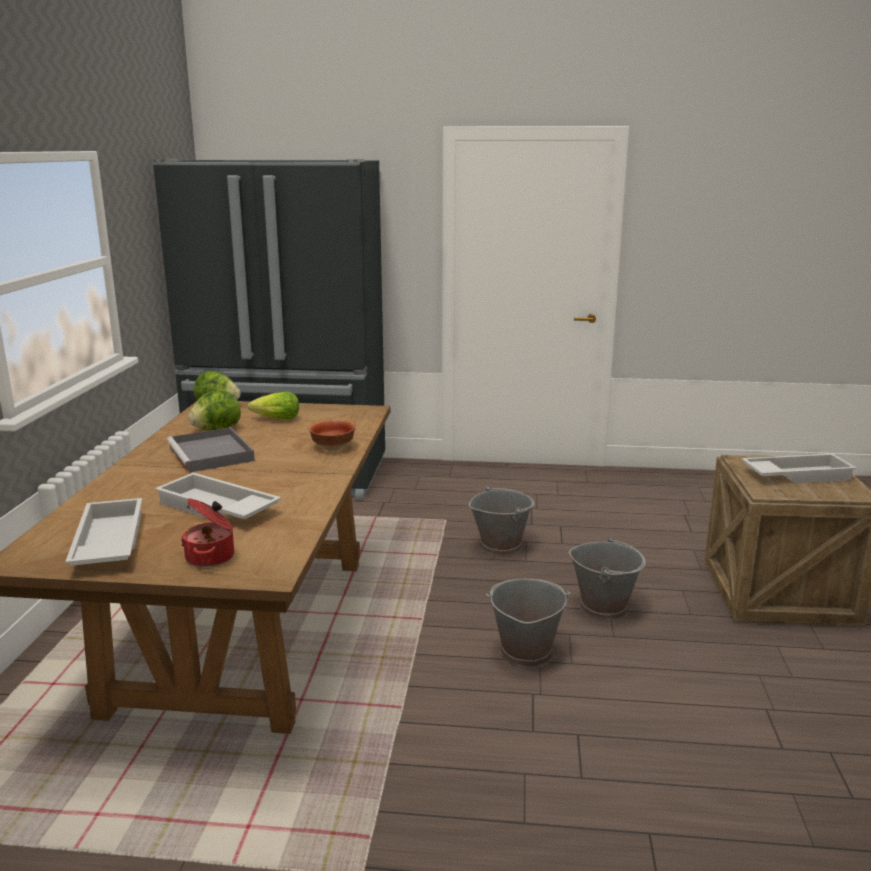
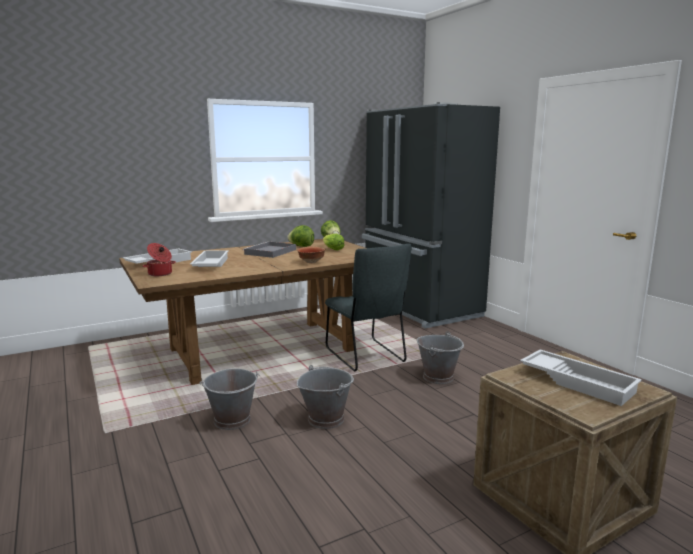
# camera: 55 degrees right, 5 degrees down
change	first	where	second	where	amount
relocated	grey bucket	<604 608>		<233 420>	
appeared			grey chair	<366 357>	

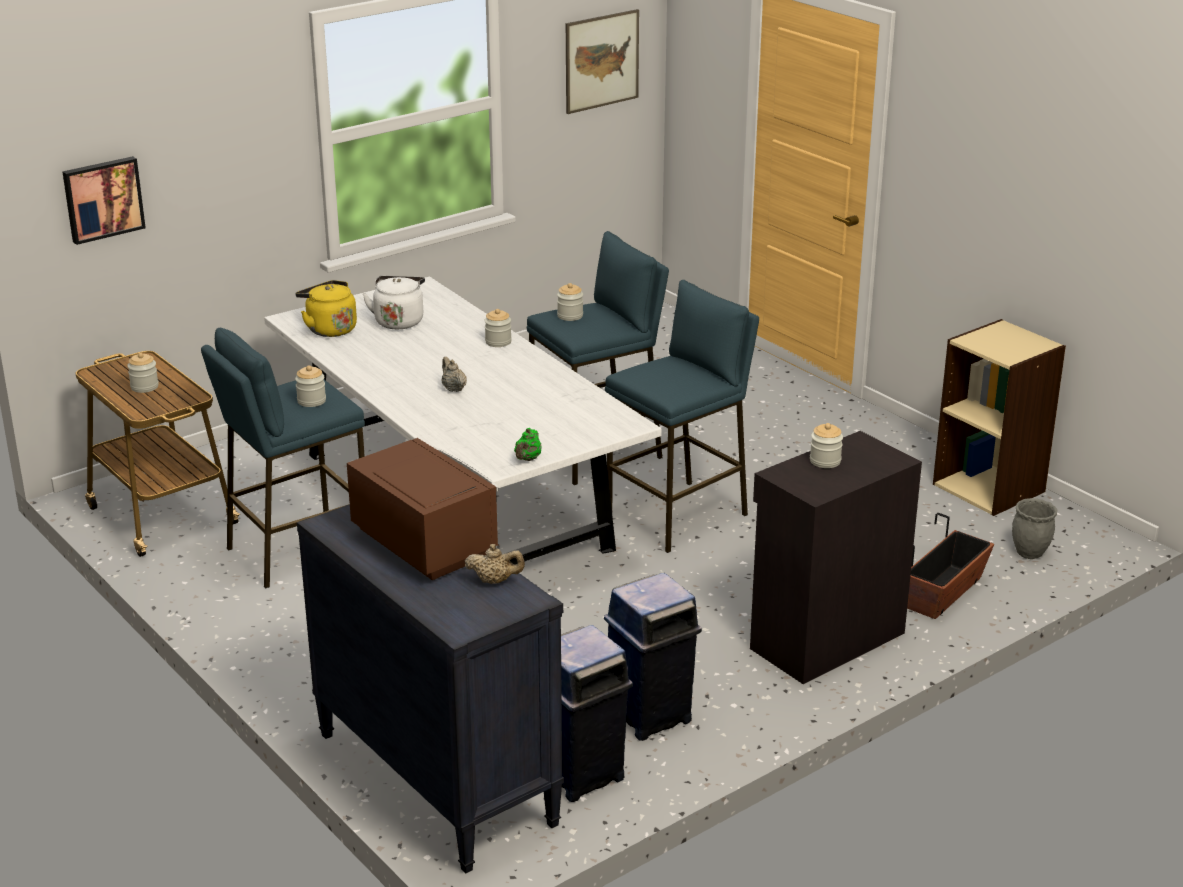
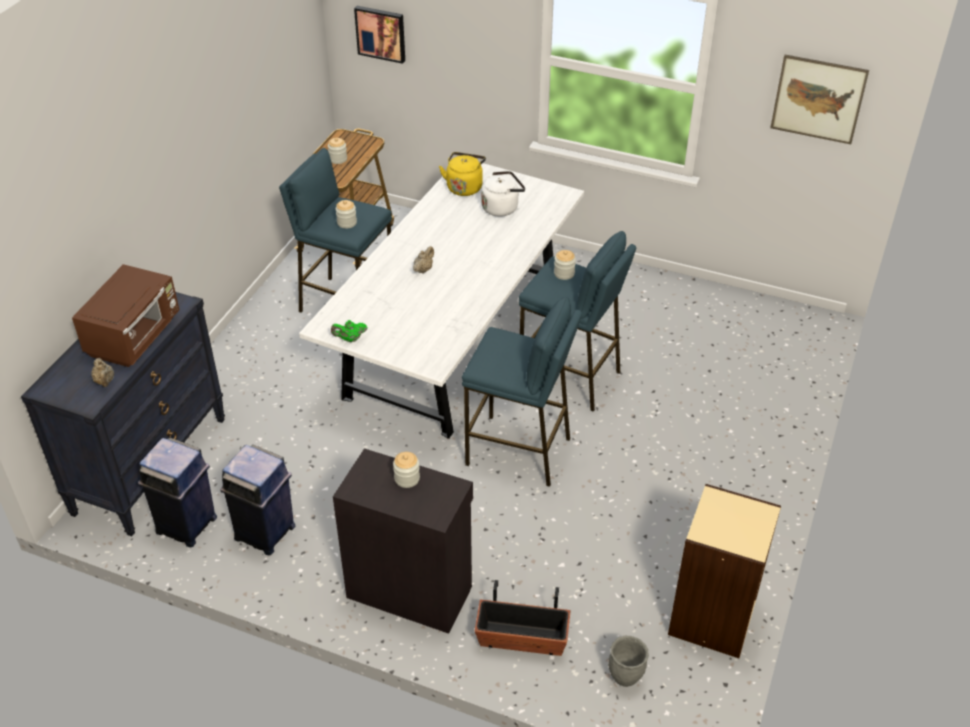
# camera: 60 degrees right, 15 degrees up
change	first	where	second	where	amount
missing	jar	<498 342>			

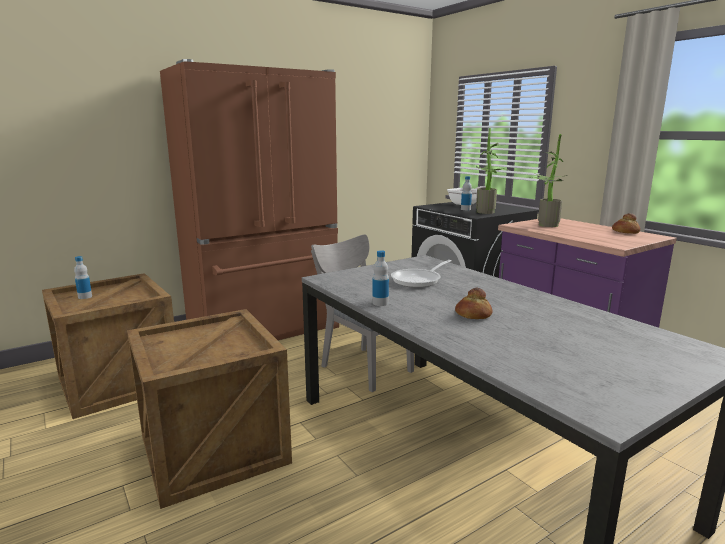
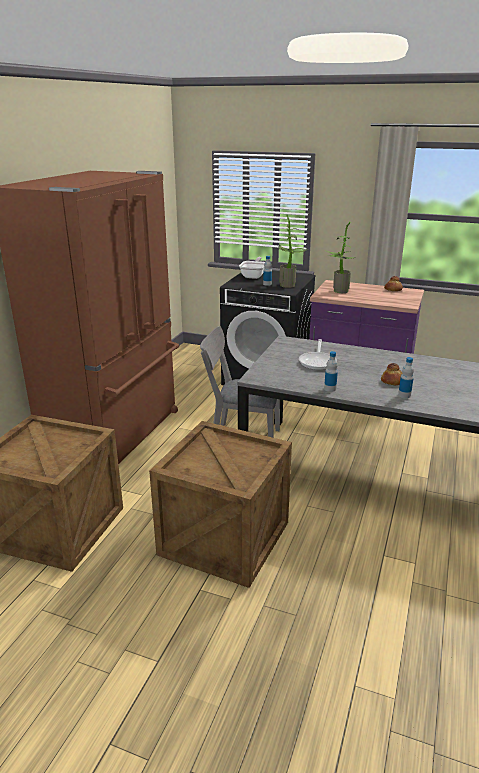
# camera: 35 degrees left, 10 degrees up
change	first	where	second	where	amount
relocated	bottle	<85 297>		<404 395>	

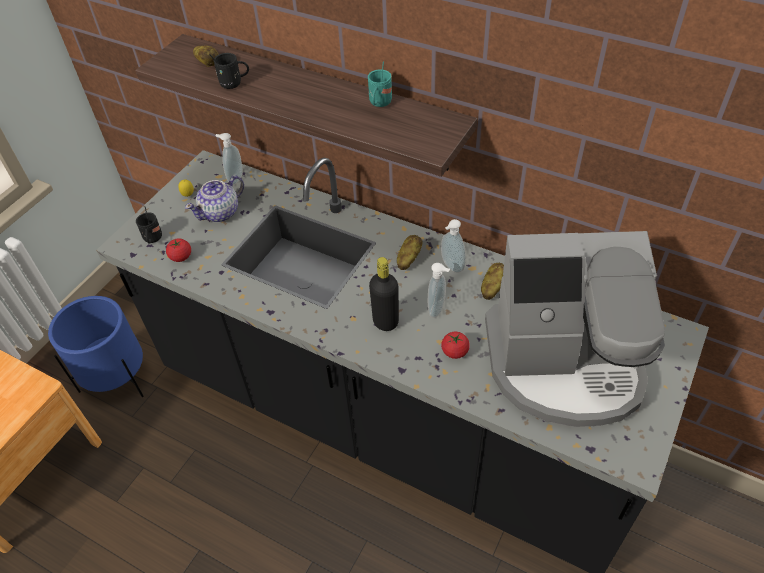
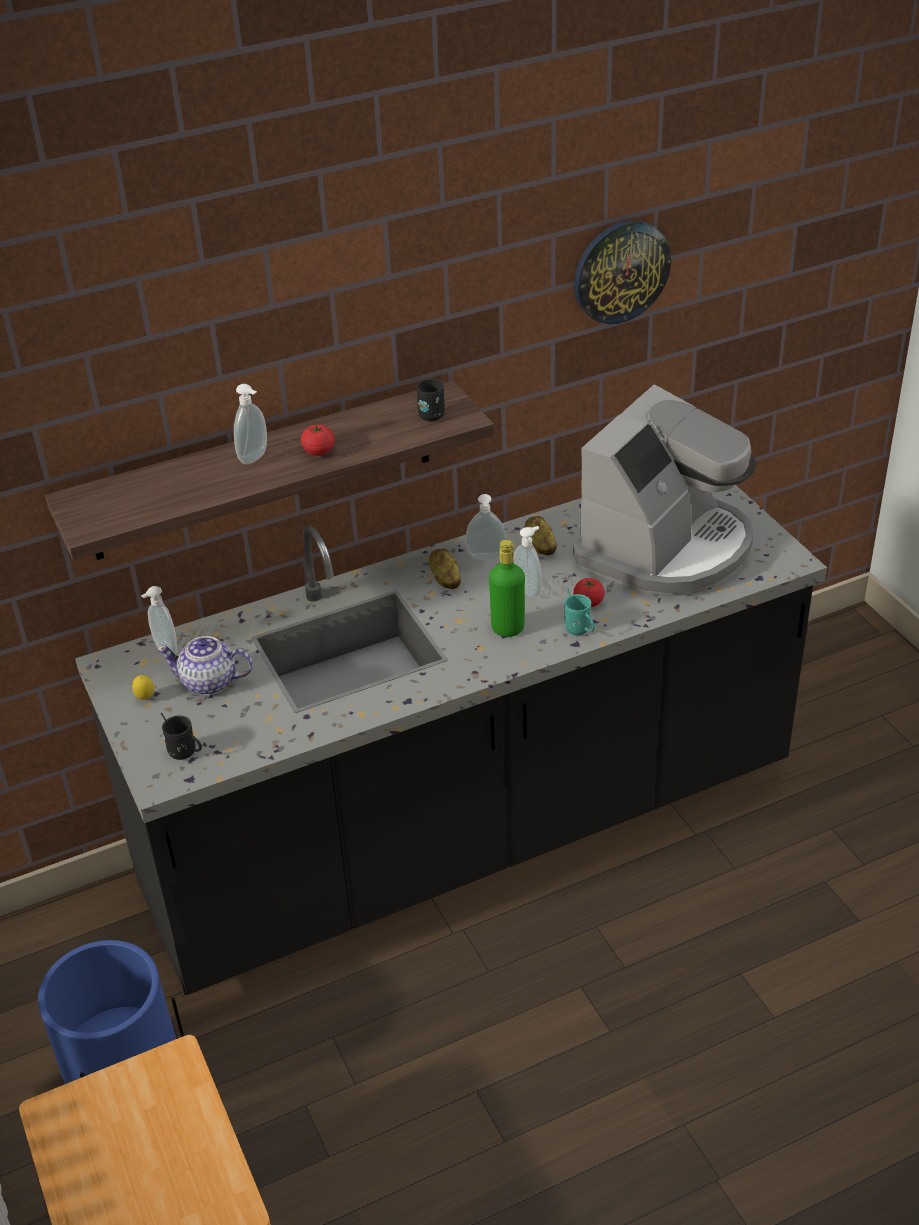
# camera: 55 degrees left, 10 degrees down
change	first	where	second	where	amount
spun	teapot	<221 212>		<209 682>	105 degrees clockwise
appeared			soap dispenser	<255 458>	
relocated	tomato	<181 257>		<319 451>	
relocated	black mug	<234 84>		<433 414>	
colour	black bottle	<385 321>	green bottle	<507 628>	
relocated	turquoise mug	<379 104>		<580 631>	
appeared			wall clock	<621 271>	
missing	potato	<208 64>			

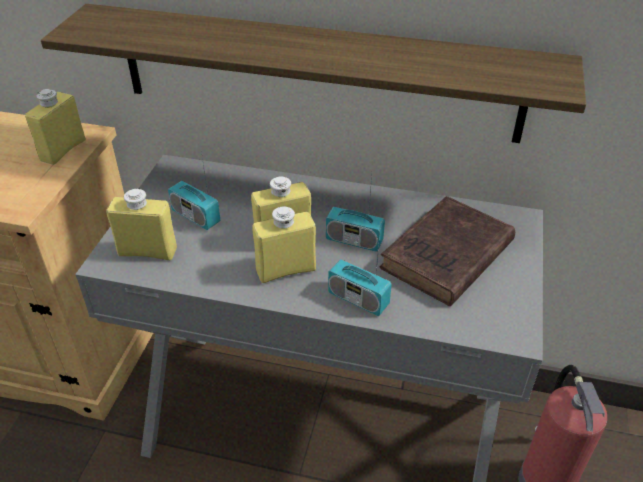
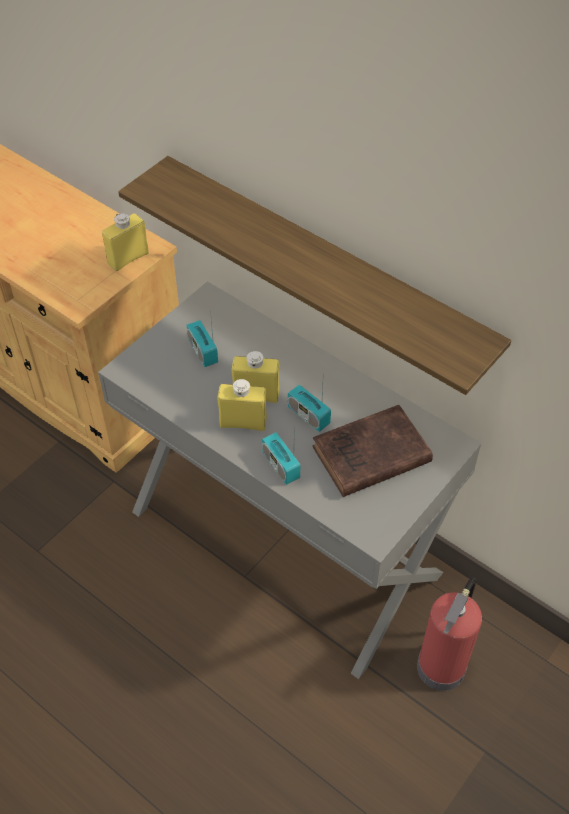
# camera: 25 degrees right, 10 degrees up
change	first	where	second	where	amount
missing	yellow bottle	<147 251>			

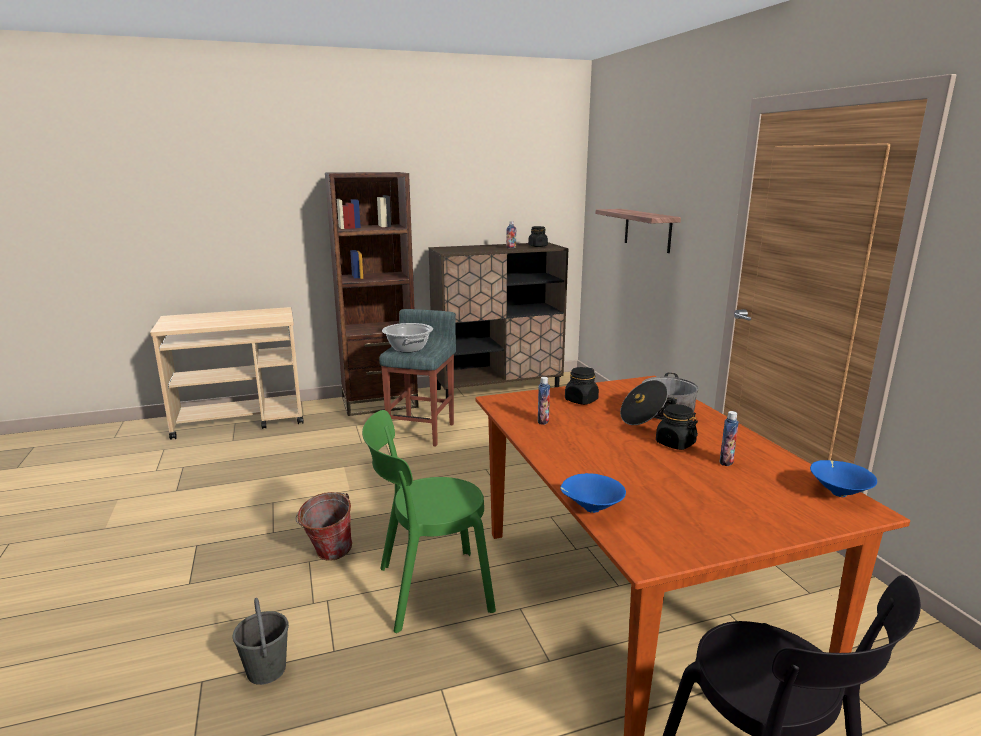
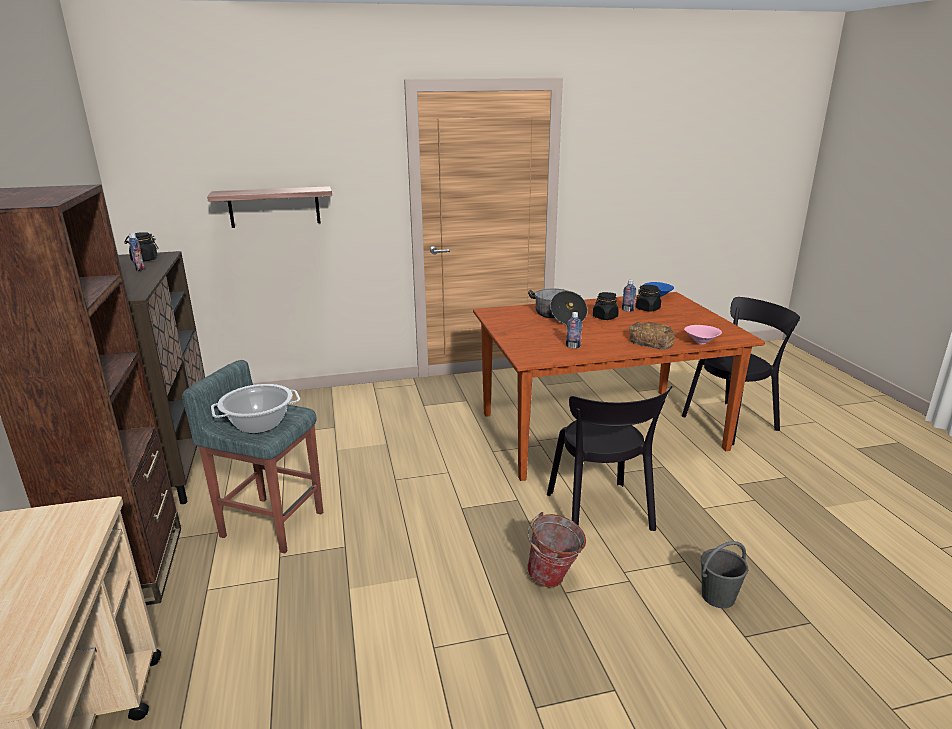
# camera: 85 degrees left, 5 degrees up
change	first	where	second	where	amount
colour	green chair	<428 590>	black chair	<600 514>	
appeared			bread	<651 341>	
relocated	black jar	<581 400>		<648 309>	
colour	blue bowl	<590 509>	pink bowl	<701 343>	

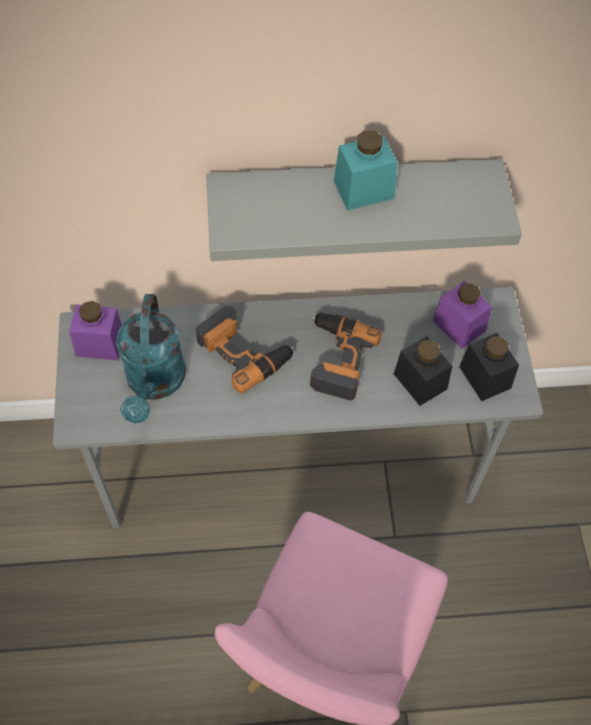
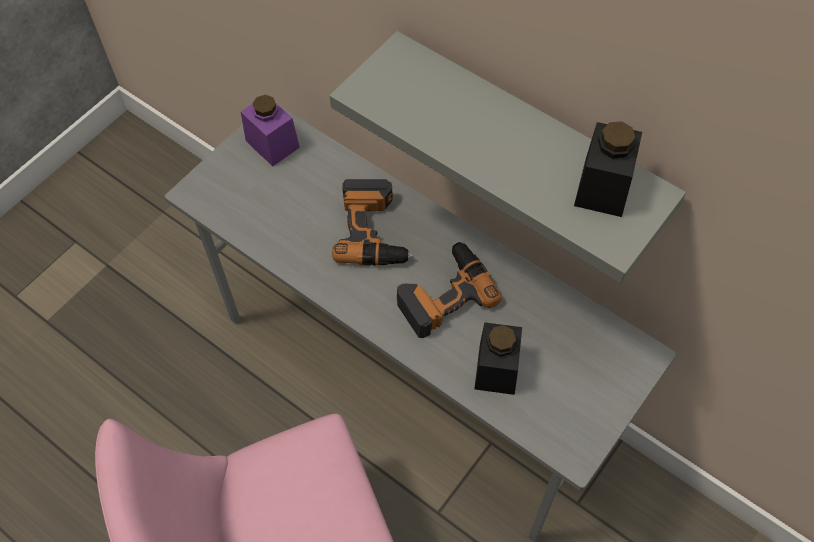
# camera: 45 degrees right, 0 degrees up
change	first	where	second	where	amount
relocated	black jar	<485 377>		<603 187>	
missing	turquoise watering can	<154 384>			
missing	turquoise jar	<363 189>			
missing	purple jar	<459 326>			

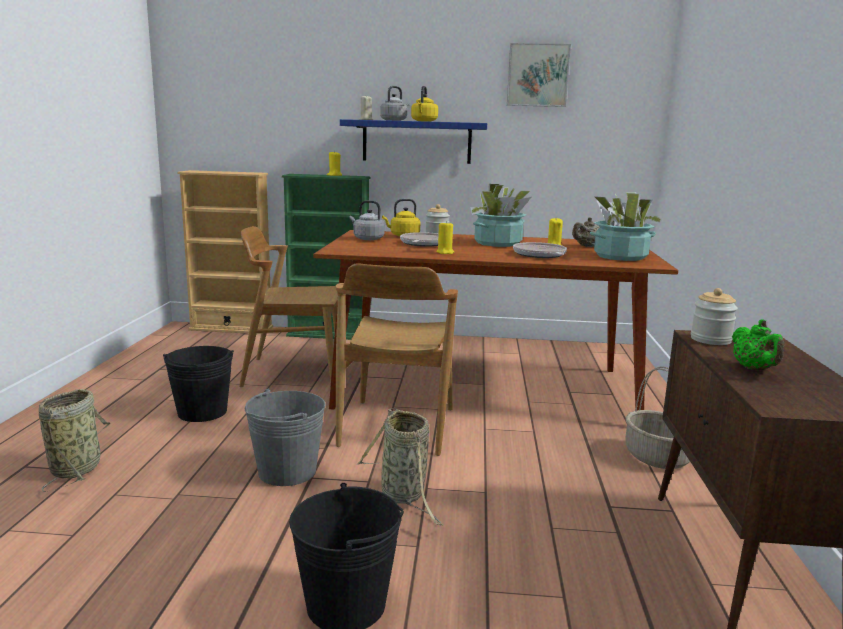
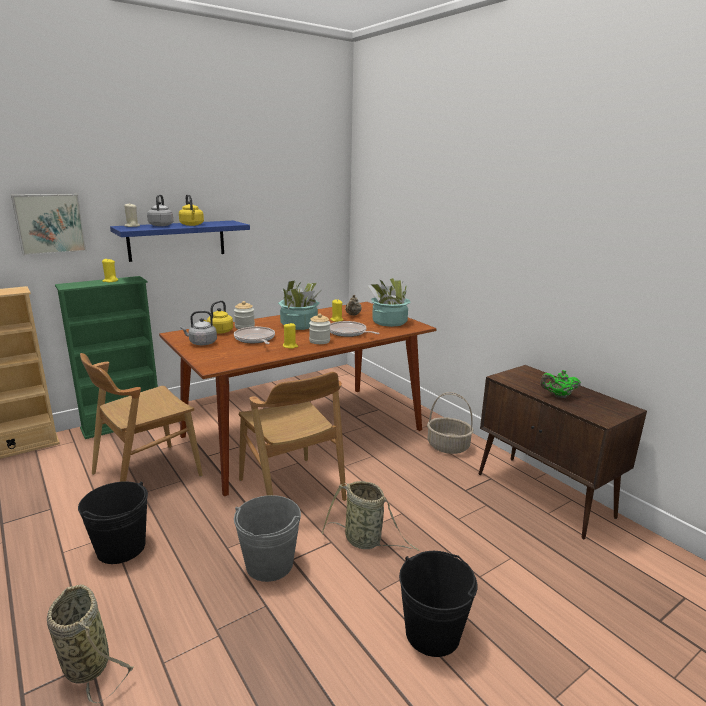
# camera: 40 degrees left, 5 degrees up
change	first	where	second	where	amount
relocated	picture	<537 75>		<49 223>	
relocated	jar	<710 340>		<319 341>	
spun	green teapot	<754 369>		<558 396>	135 degrees clockwise

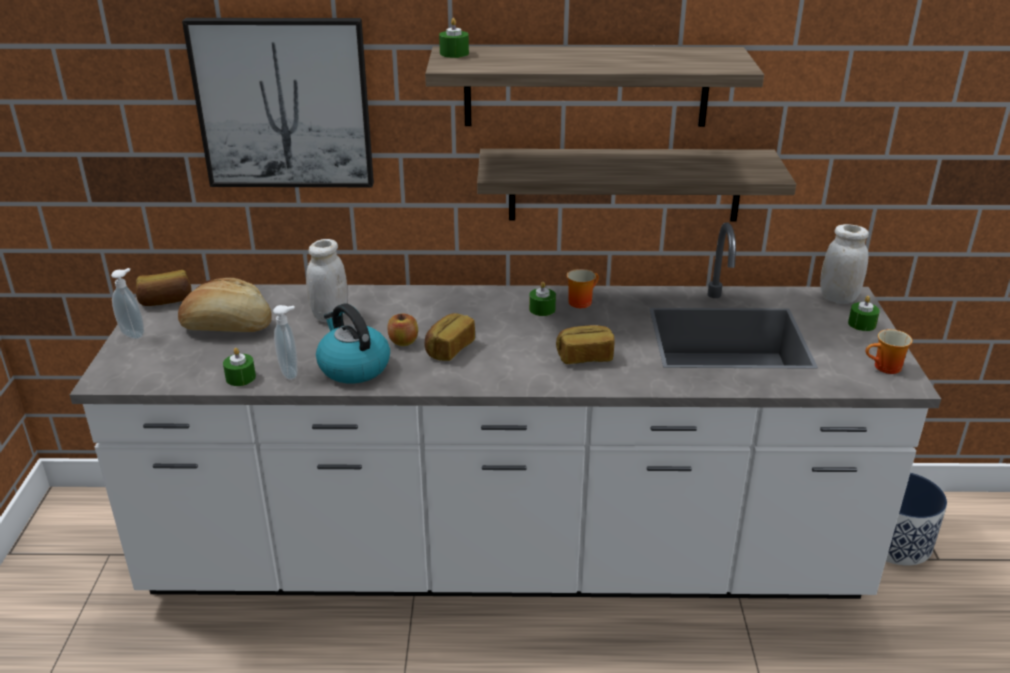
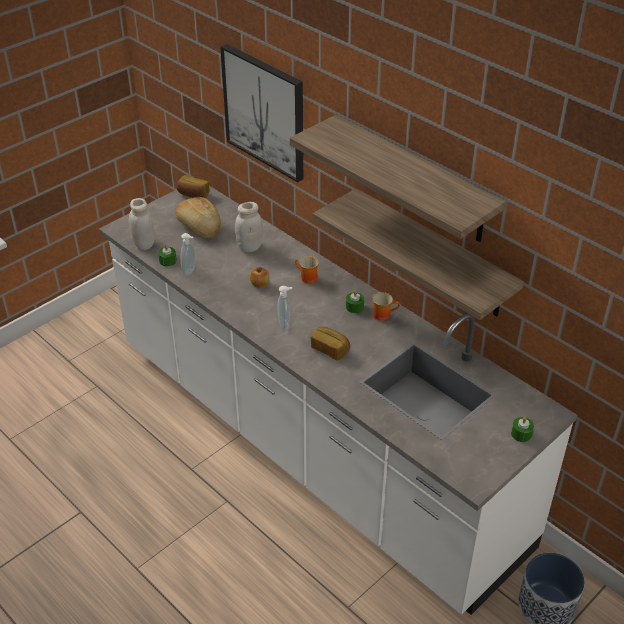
# camera: 45 degrees right, 10 degrees up
change	first	where	second	where	amount
relocated	white jar	<838 298>		<144 244>	
relocated	soap dispenser	<134 334>		<285 324>	
relocated	mug	<885 368>		<306 278>	
missing	kettle	<353 367>			
missing	bread	<448 348>			
missing	green candle	<454 53>			

